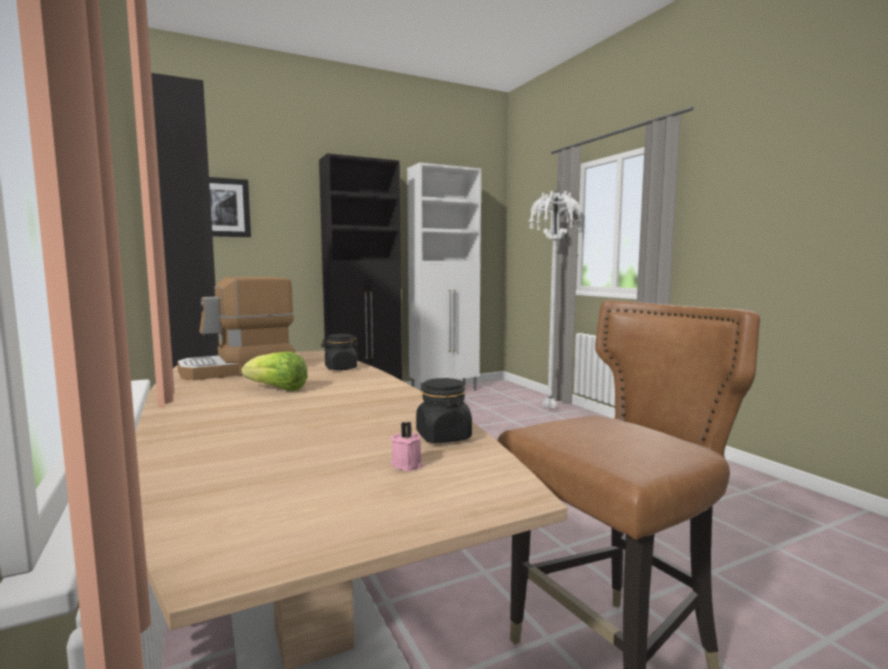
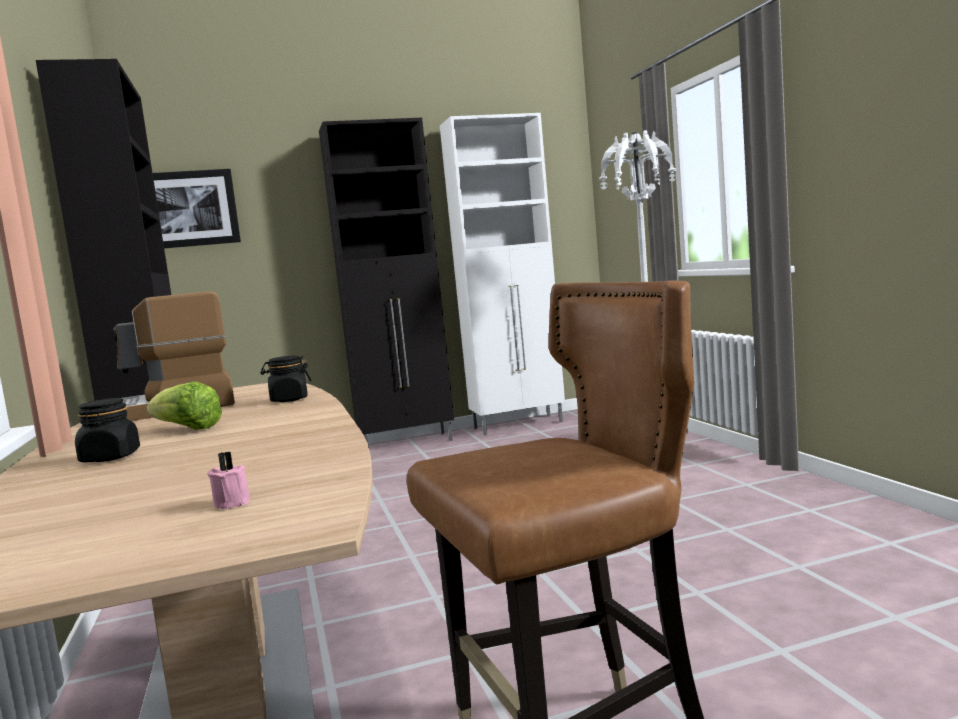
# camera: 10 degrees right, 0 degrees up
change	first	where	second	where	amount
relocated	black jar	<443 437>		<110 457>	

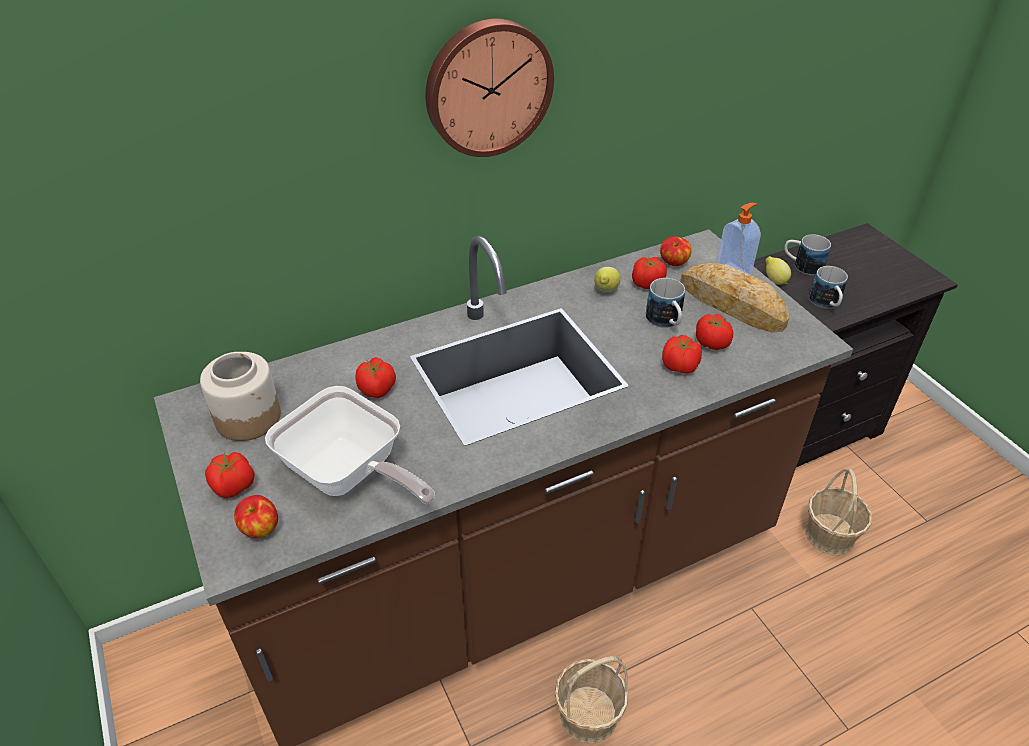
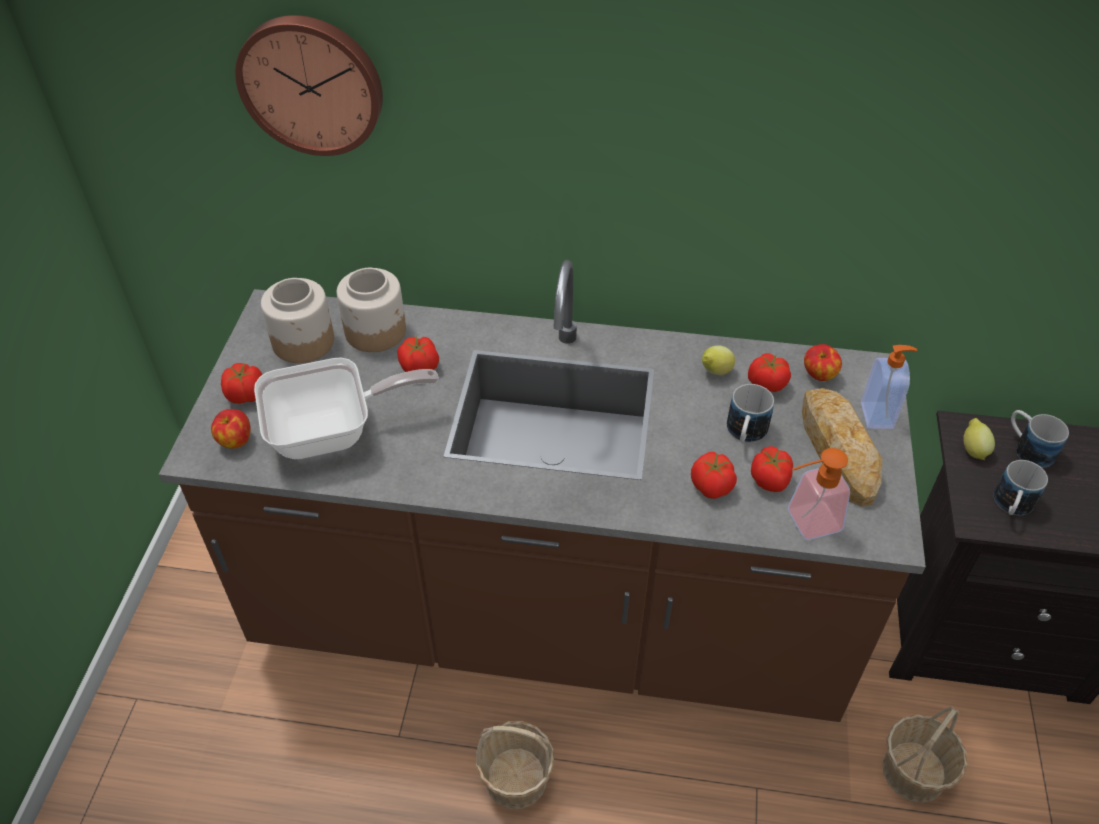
# camera: 35 degrees right, 5 degrees up
change	first	where	second	where	amount
relocated	wall clock	<487 87>		<312 83>	
spun	frying pan	<349 475>		<333 432>	90 degrees counterclockwise
appeared			jar	<376 331>	
appeared			soap dispenser	<805 523>	

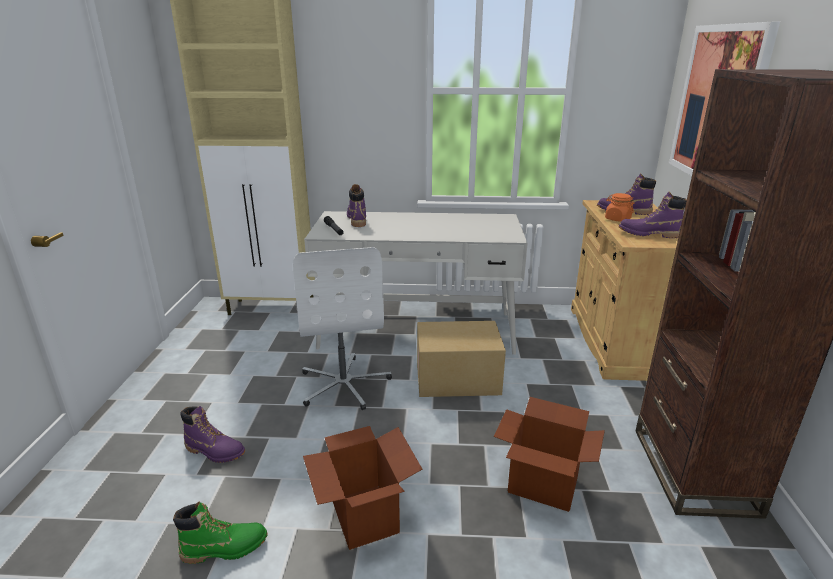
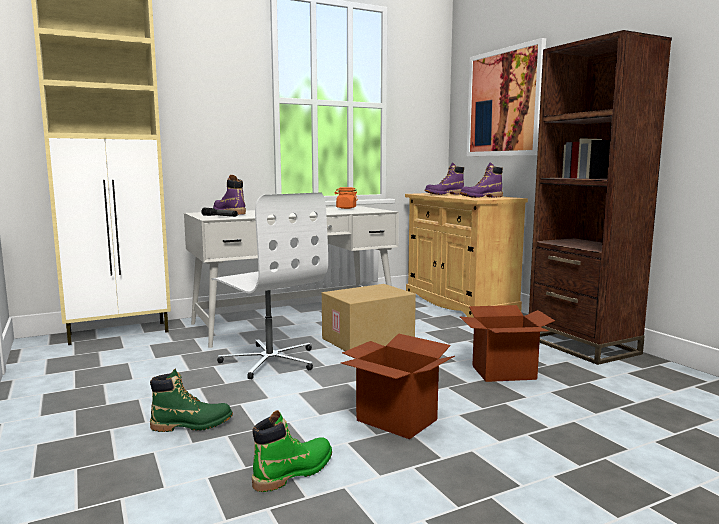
# camera: 30 degrees left, 15 degrees down
change	first	where	second	where	amount
colour	purple boot	<215 451>	green boot	<192 425>	
relocated	orange jar	<617 219>		<346 208>	

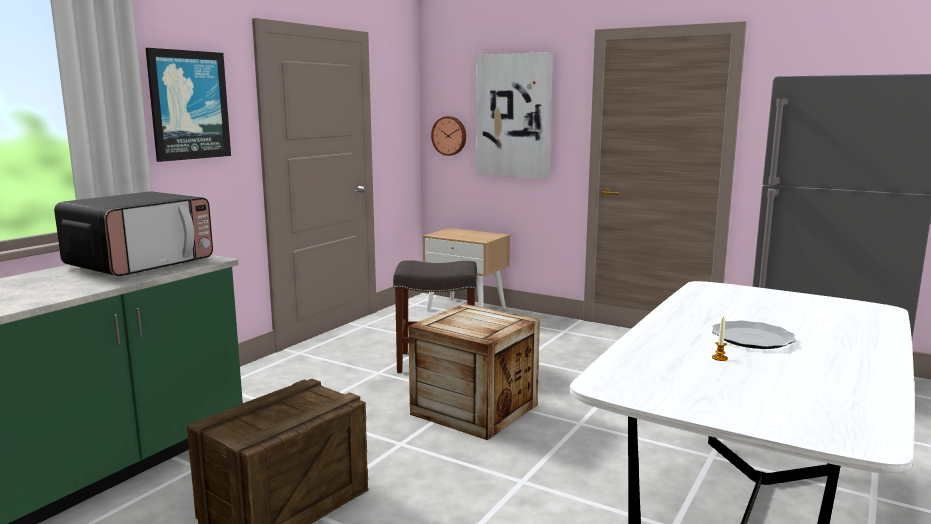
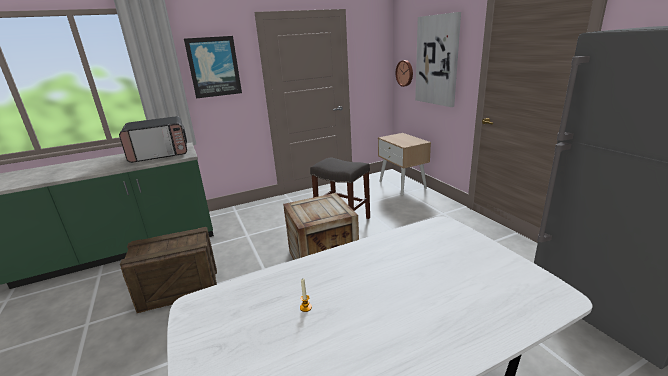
# camera: 35 degrees right, 10 degrees up
change	first	where	second	where	amount
missing	plate	<752 338>			

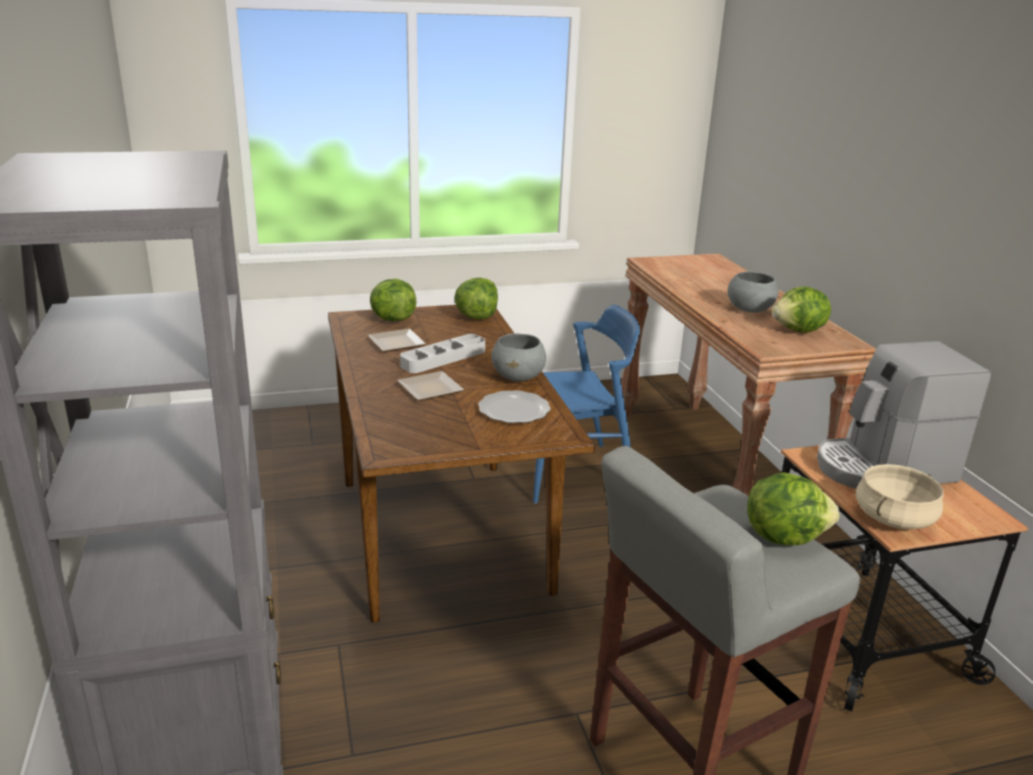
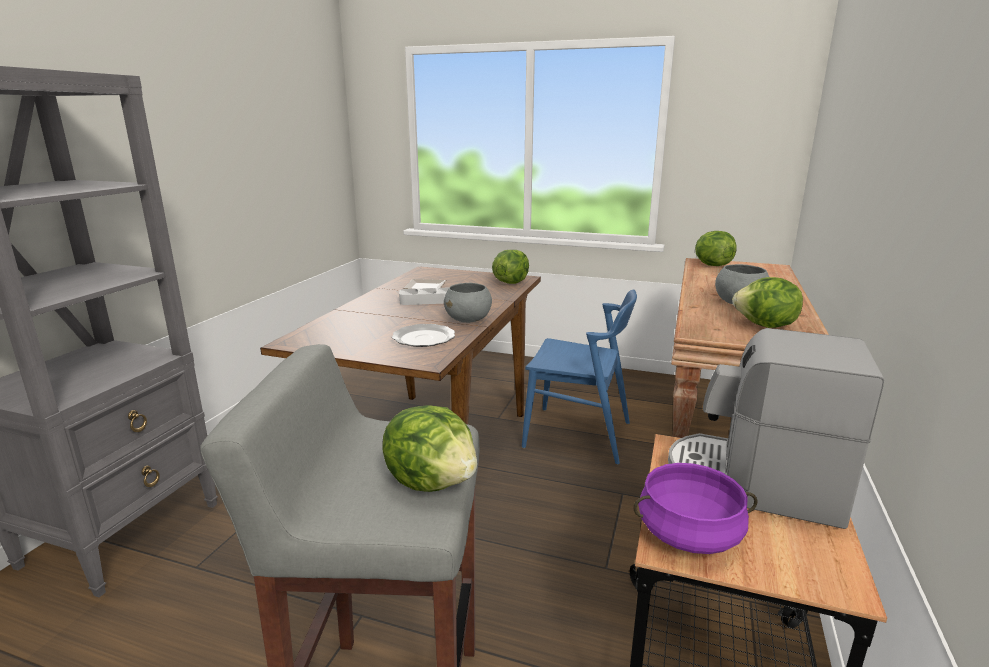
# camera: 35 degrees right, 5 degrees down
change	first	where	second	where	amount
colour	beige cooking pot	<894 518>	purple cooking pot	<689 534>	
relocated	lettuce	<392 319>		<712 265>	
missing	plate	<431 388>			

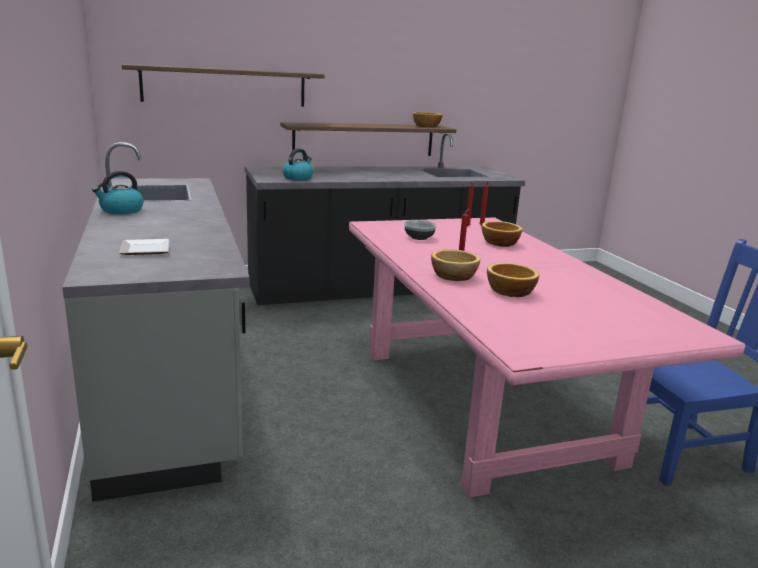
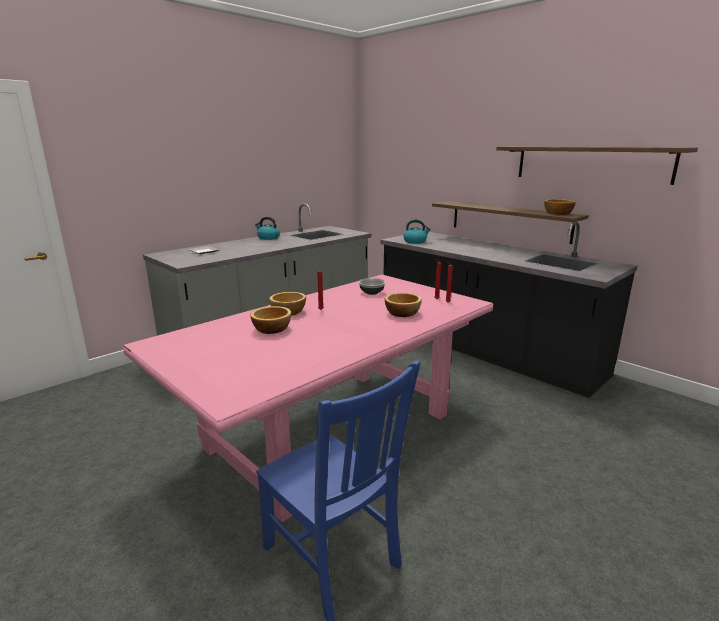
# camera: 65 degrees right, 0 degrees up
change	first	where	second	where	amount
relocated	shelf	<225 86>		<590 163>	

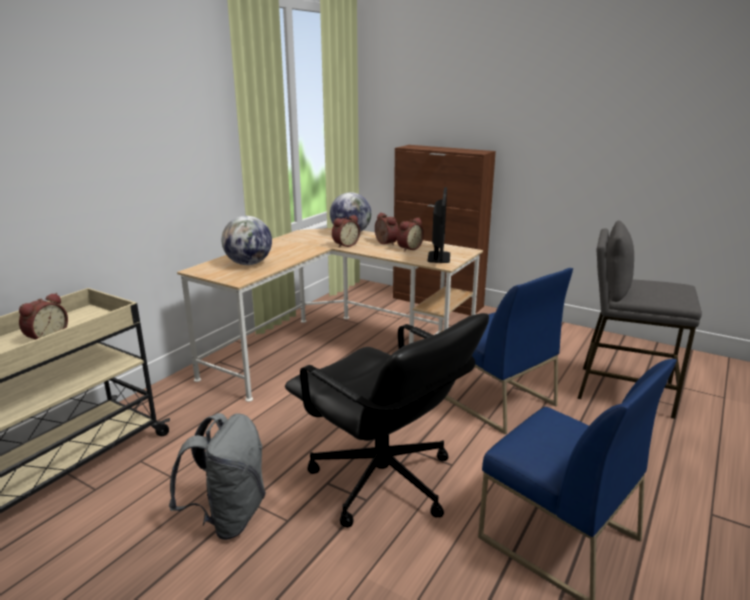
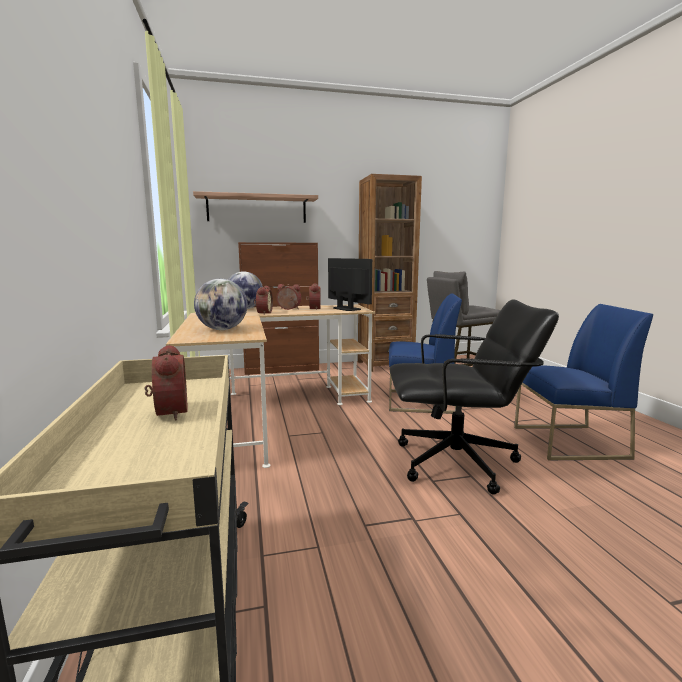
# camera: 45 degrees left, 10 degrees down
change	first	where	second	where	amount
appeared			shelf	<257 209>	
appeared			brown bookcase	<385 365>	
missing	grey backpack	<228 517>			

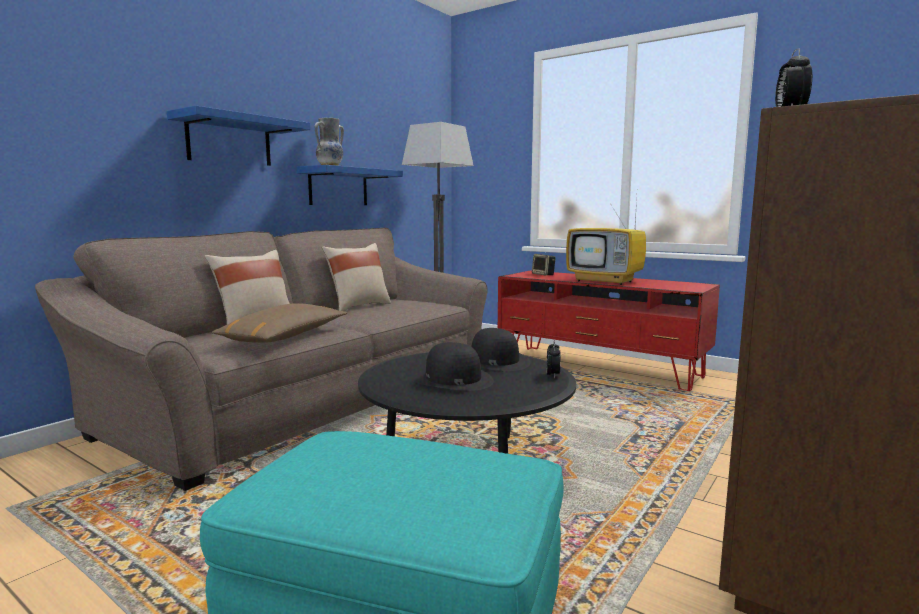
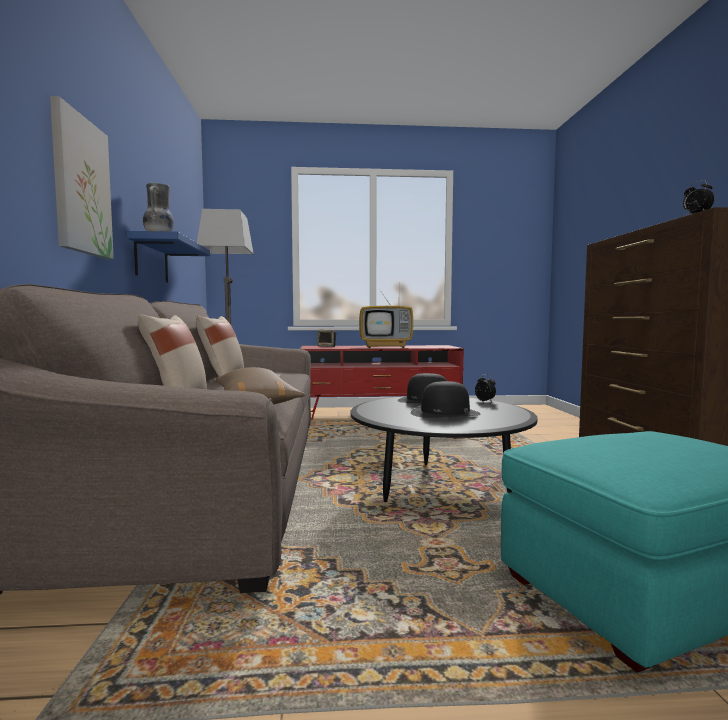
# camera: 40 degrees left, 5 degrees down
change	first	where	second	where	amount
exchanged	blue shelf	<229 141>	picture	<81 186>	

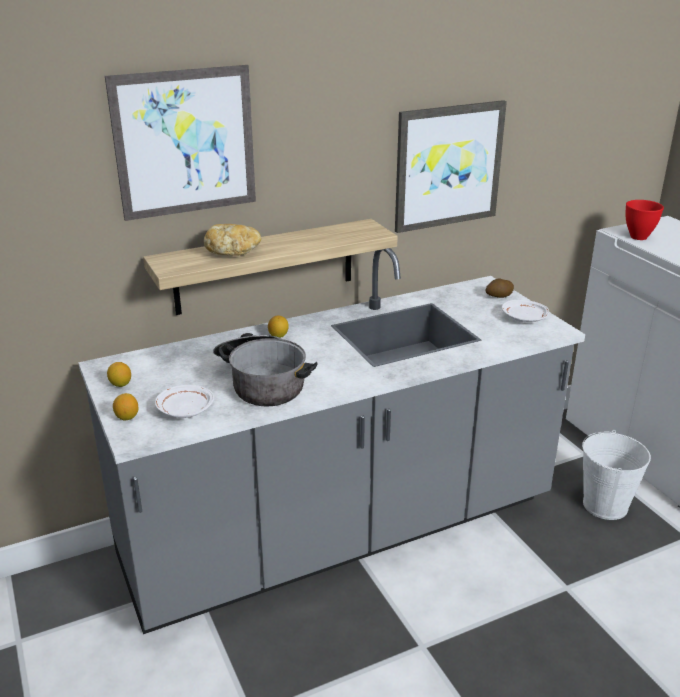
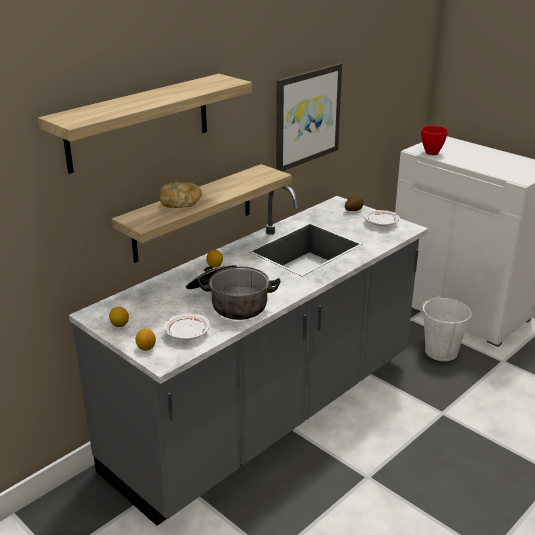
# camera: 20 degrees left, 0 degrees up
change	first	where	second	where	amount
exchanged	picture	<185 142>	shelf	<139 122>	

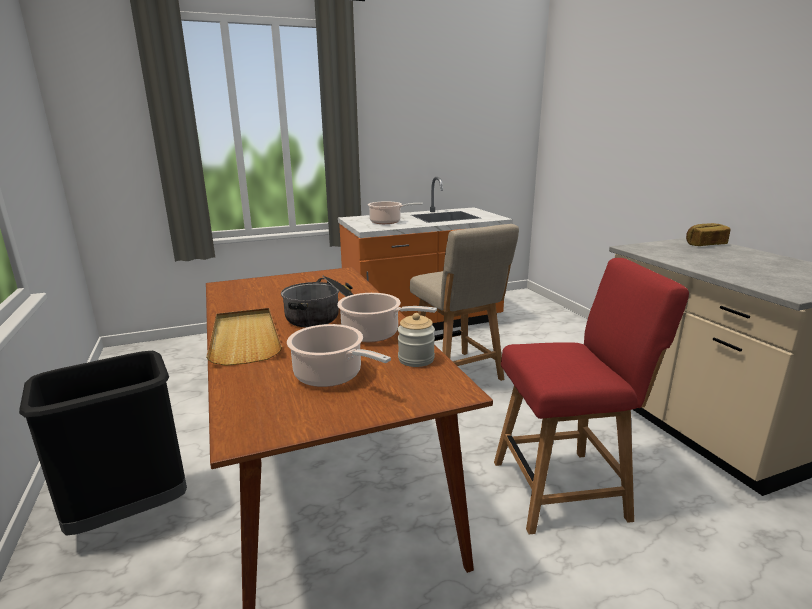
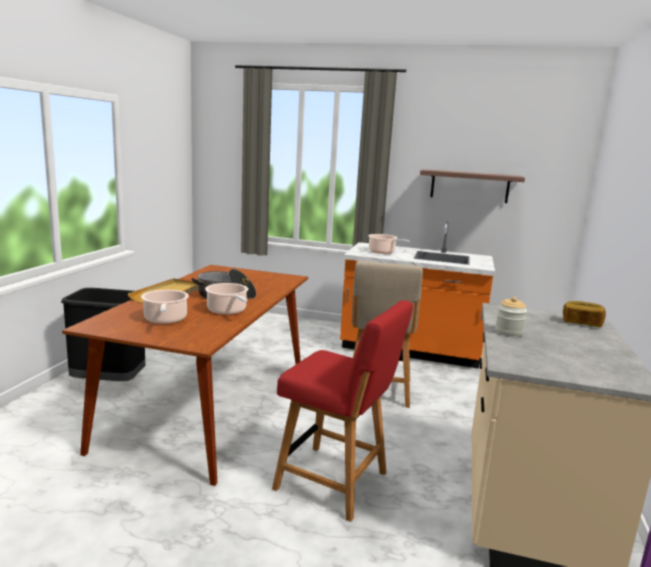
# camera: 35 degrees right, 5 degrees down
change	first	where	second	where	amount
appeared			shelf	<469 186>	
relocated	jar	<416 359>		<508 332>	

